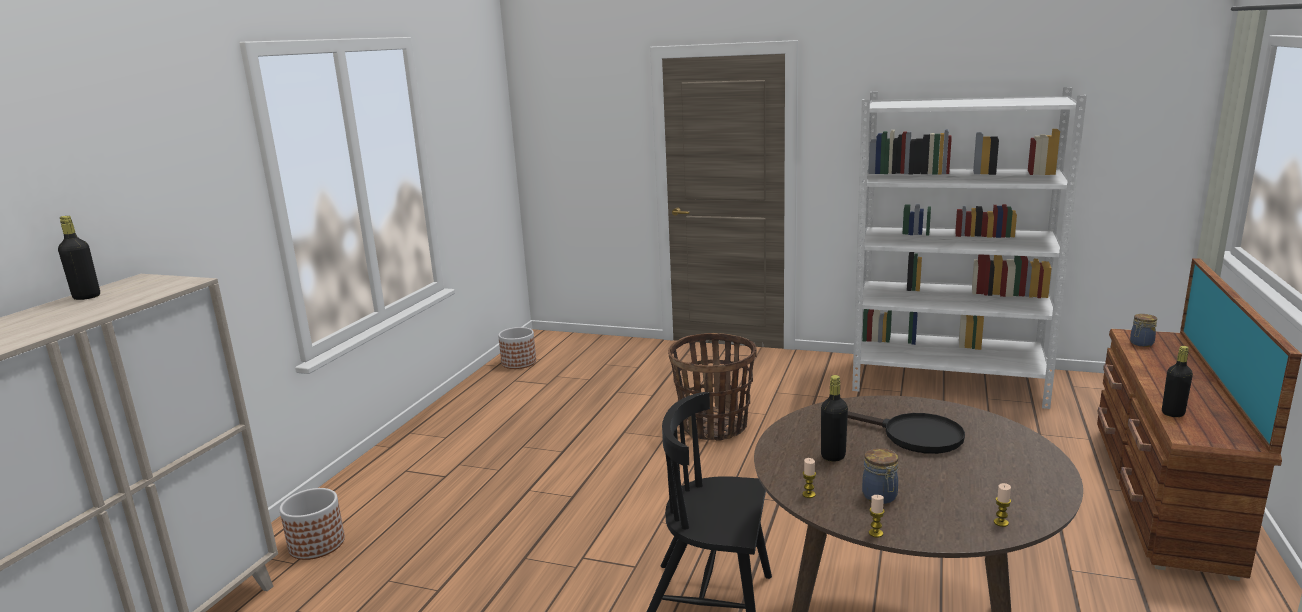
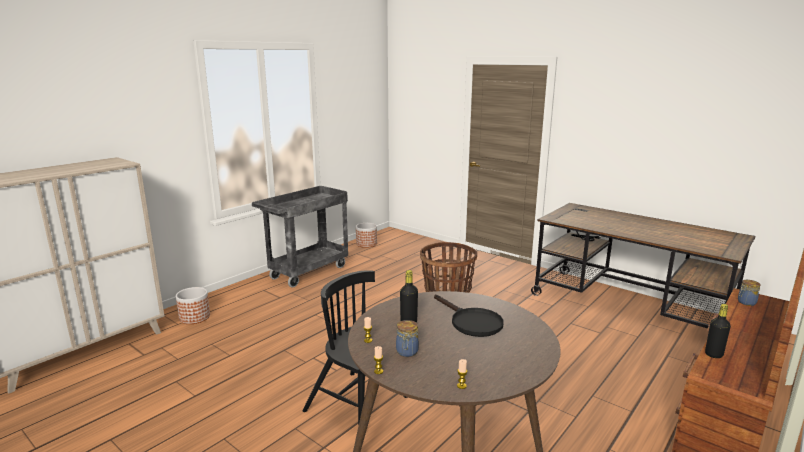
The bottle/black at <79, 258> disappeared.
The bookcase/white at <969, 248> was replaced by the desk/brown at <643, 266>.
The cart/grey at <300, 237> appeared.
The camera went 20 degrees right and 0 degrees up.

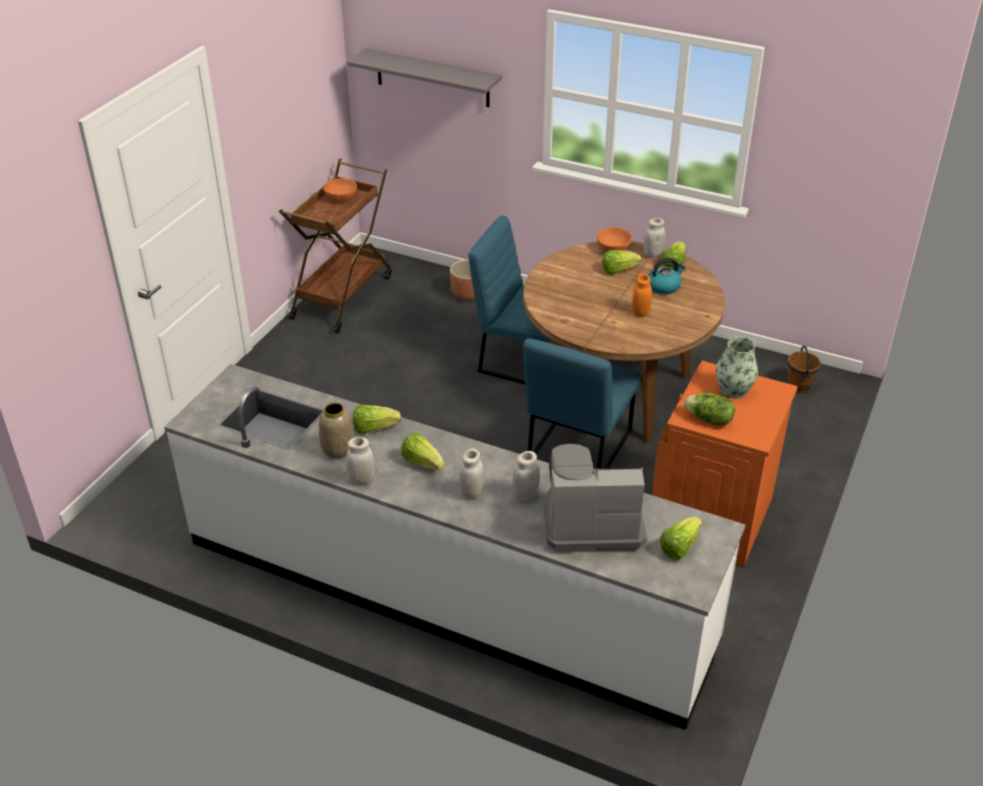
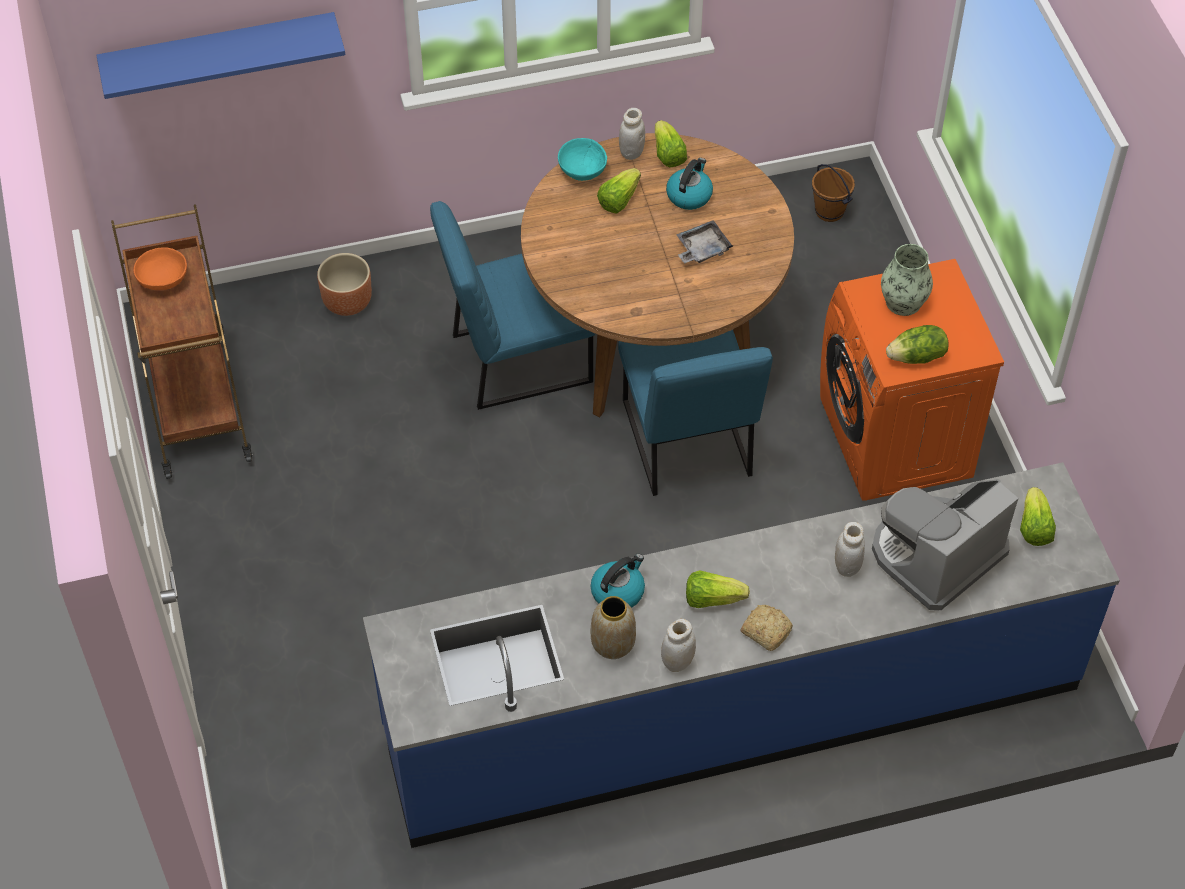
The counter/white at <455, 547> became the counter/blue at <741, 655>.
The shelf/grey at <424, 77> became the shelf/blue at <220, 55>.
The lettuce at <377, 419> was replaced by the kettle at <618, 580>.
The jar/white at <471, 474> disappeared.
The bowl/orange at <614, 239> became the bowl/turquoise at <582, 159>.
The jar/orange at <642, 295> was replaced by the tray/grey at <704, 242>.
The bread at <767, 628> appeared.
The camera went 40 degrees left and 15 degrees up.

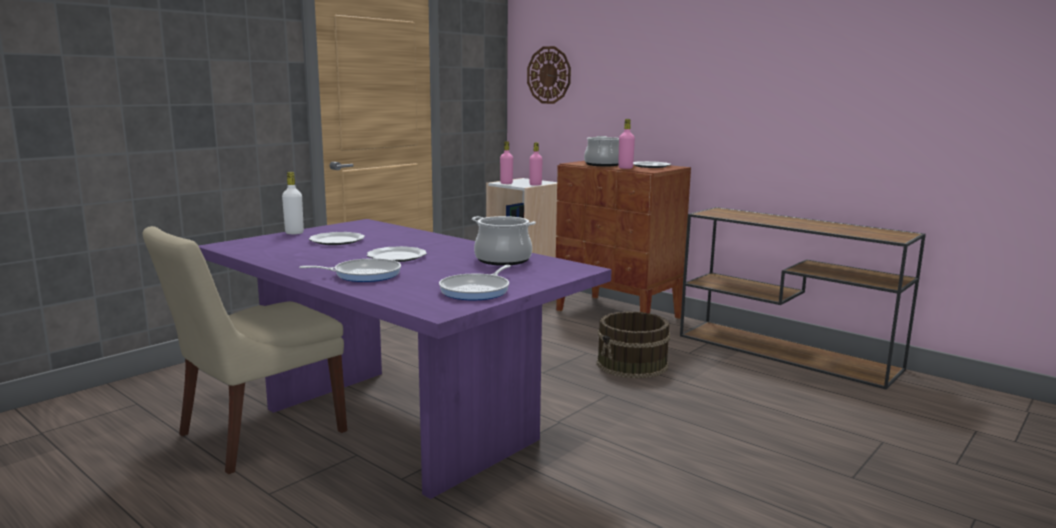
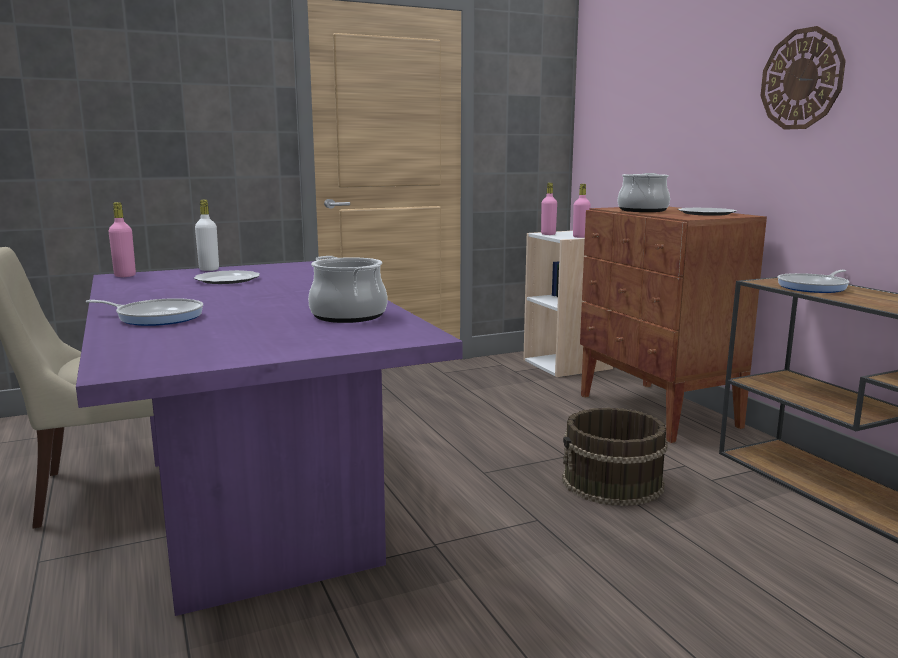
The plate at <397, 254> disappeared.
The frying pan moved from <475, 282> to <813, 281>.
The wall clock moved from <549, 75> to <803, 78>.
The bottle/pink moved from <626, 144> to <122, 239>.
The camera went 25 degrees right and 0 degrees up.

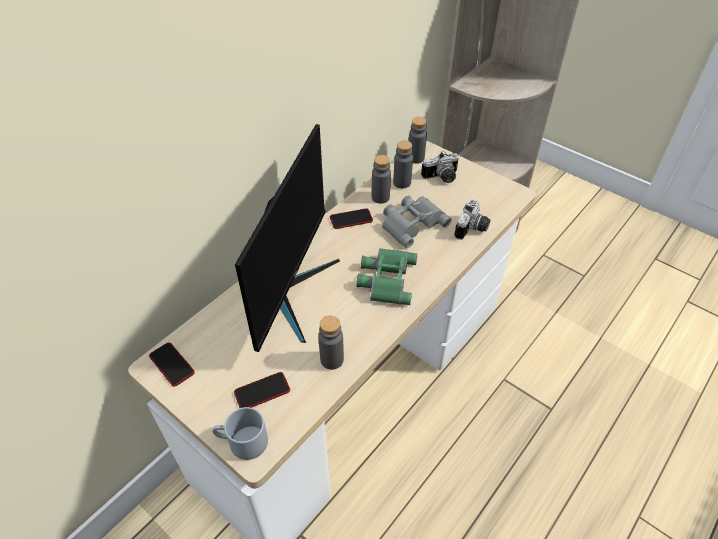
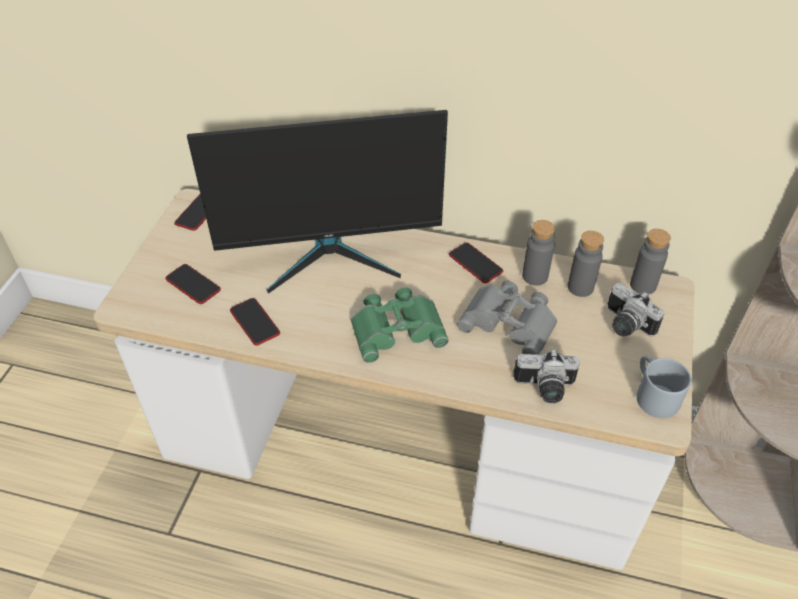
The mug/grey moved from <240, 433> to <663, 386>.
The bottle/grey at <331, 343> was replaced by the phone at <255, 322>.
The camera went 65 degrees right and 0 degrees up.

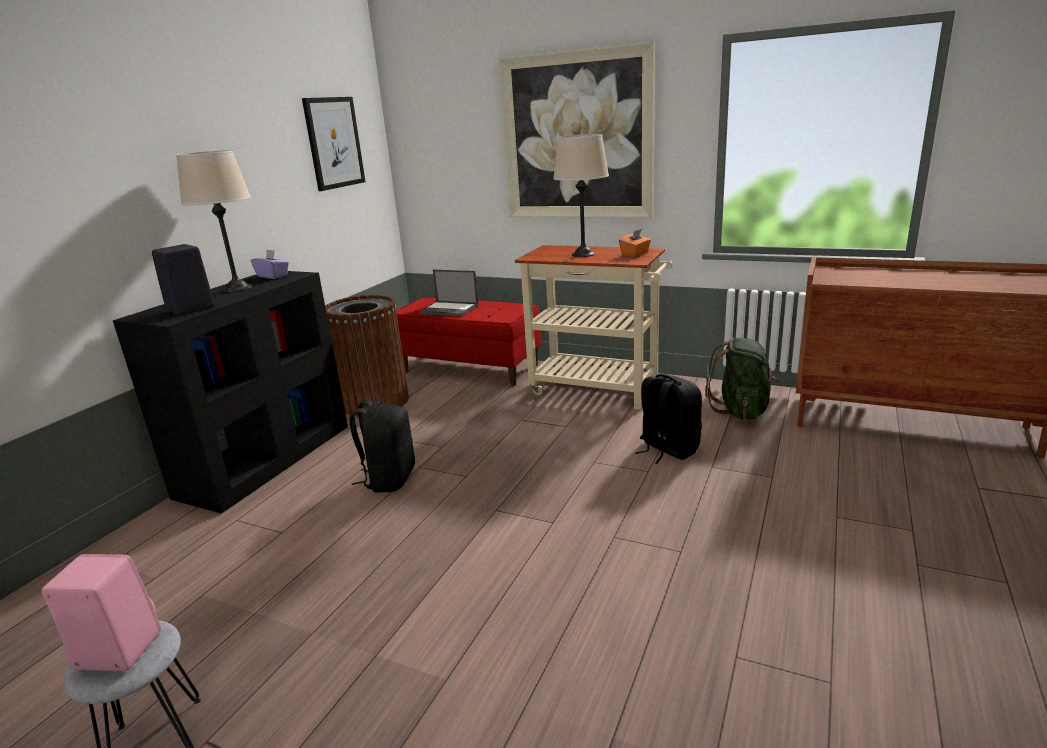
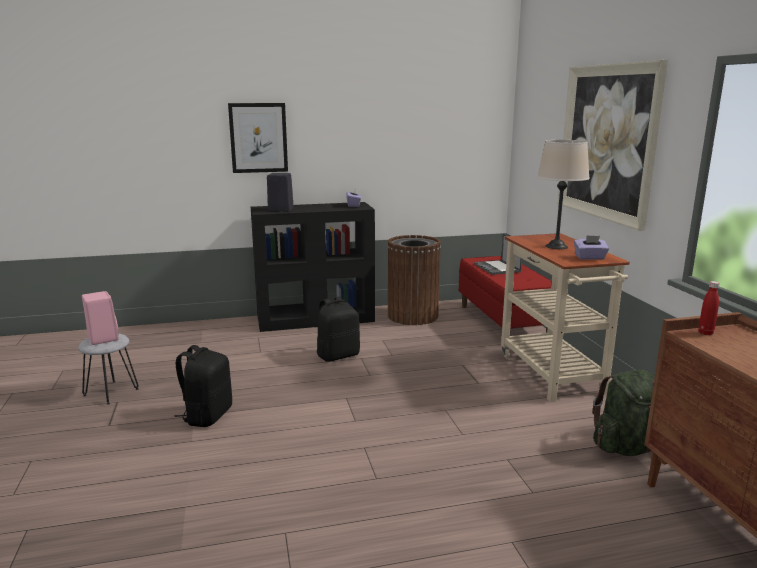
The table lamp/beige at <214, 221> disappeared.
The picture moved from <333, 144> to <258, 138>.
The tissue box/orange at <635, 243> became the tissue box/purple at <591, 247>.
The backpack/black moved from <668, 419> to <203, 386>.
The bottle/red at <708, 308> appeared.
The camera went 50 degrees right and 5 degrees down.

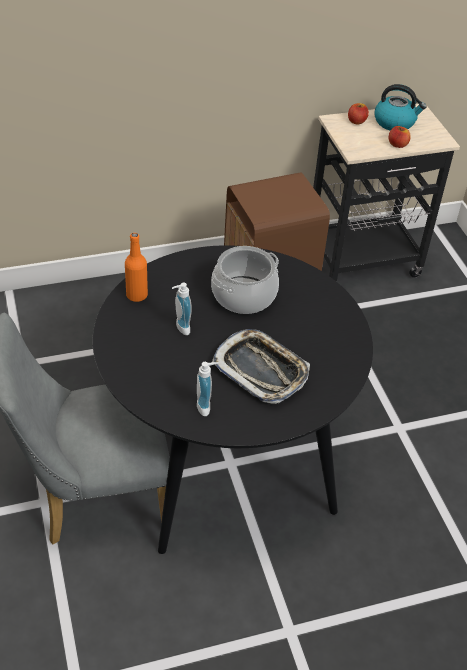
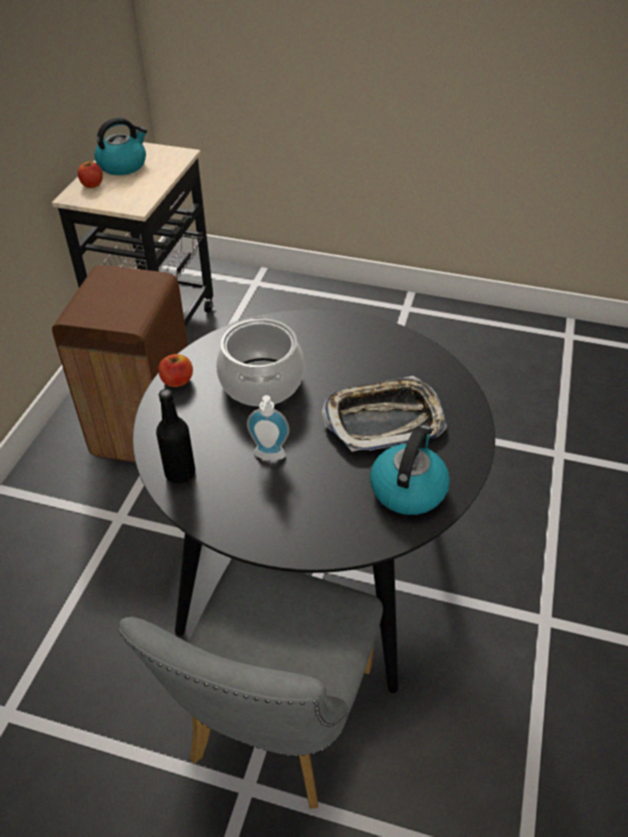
The bottle/orange at <136, 267> became the bottle/black at <175, 436>.
The soap dispenser at <208, 389> was replaced by the kettle at <410, 470>.
The apple moved from <400, 137> to <175, 370>.
The camera went 55 degrees left and 0 degrees up.

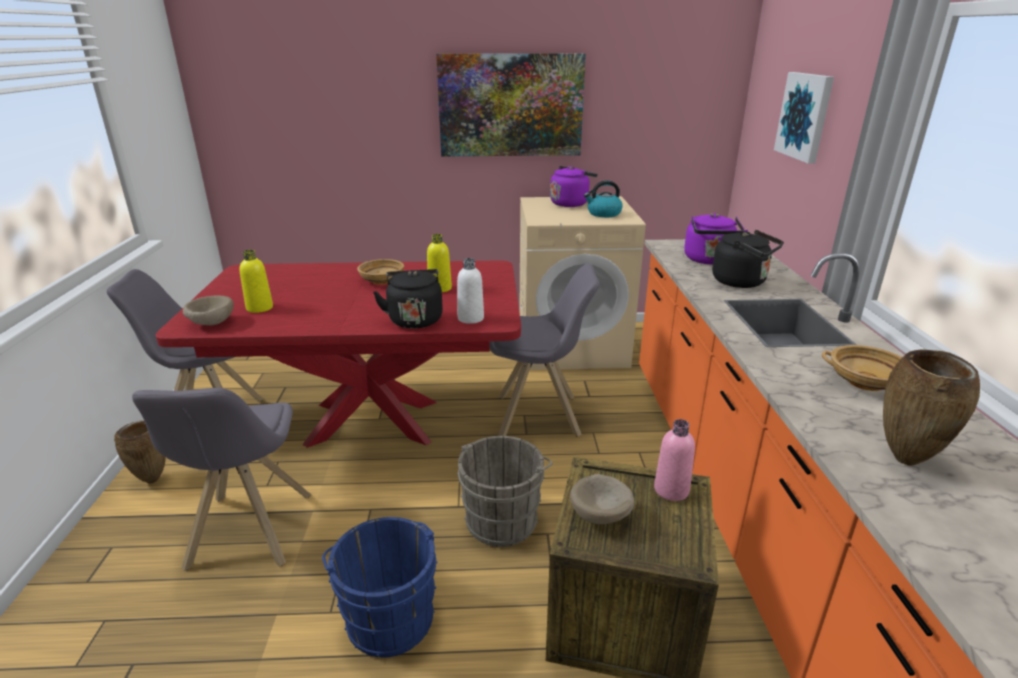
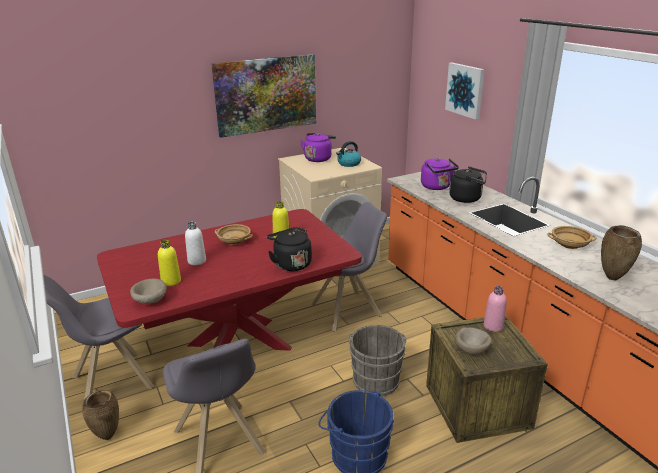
The bottle/white moved from <470, 291> to <195, 243>.
The camera went 25 degrees left and 0 degrees up.

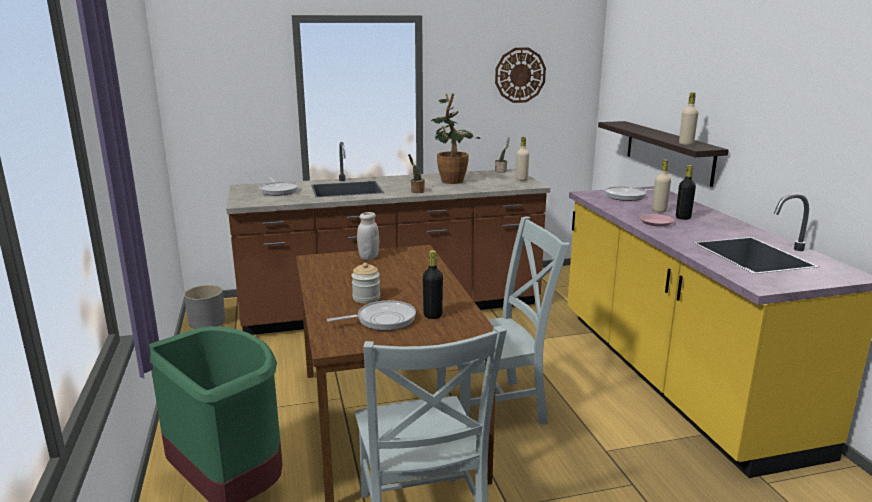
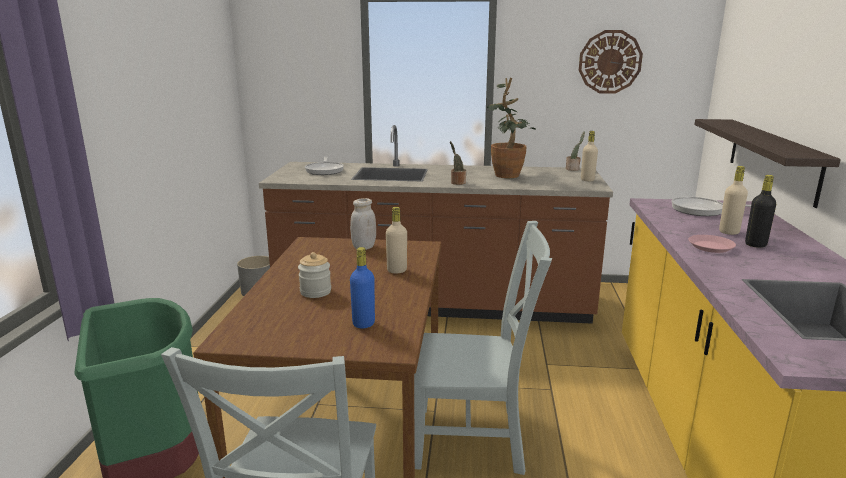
The frying pan at <371, 315> disappeared.
The bottle/black at <433, 284> became the bottle/blue at <362, 287>.
The bottle/beige moved from <688, 118> to <396, 240>.
The camera went 20 degrees right and 0 degrees up.

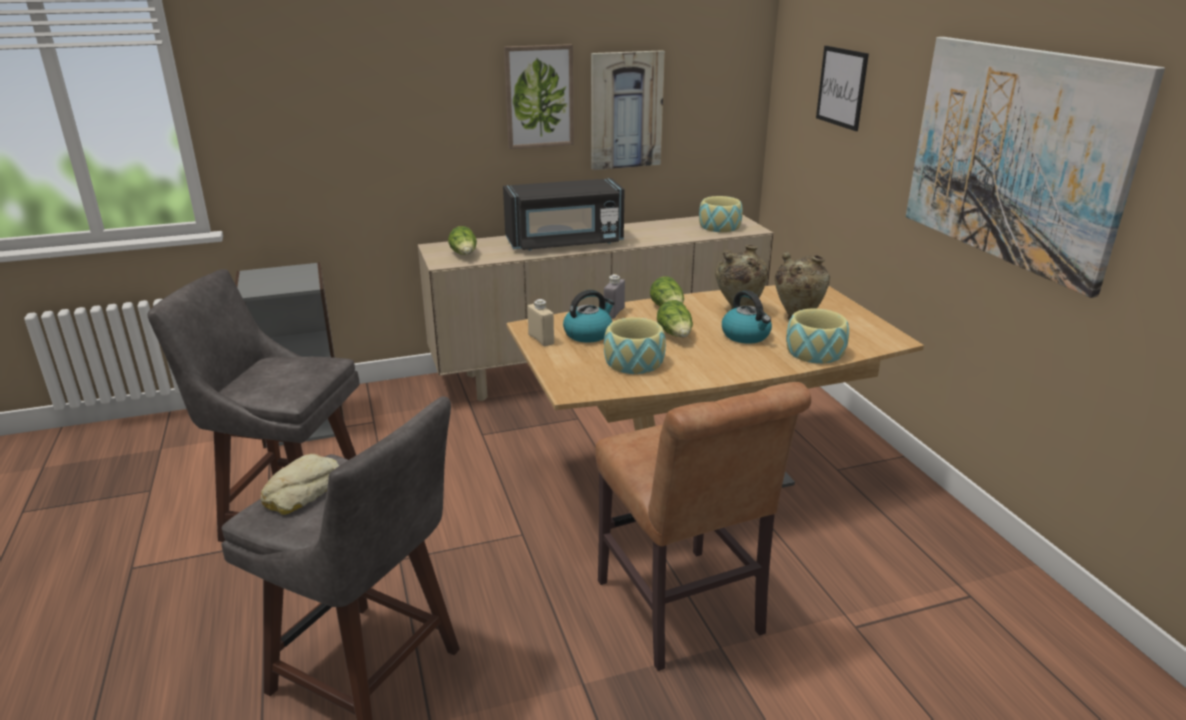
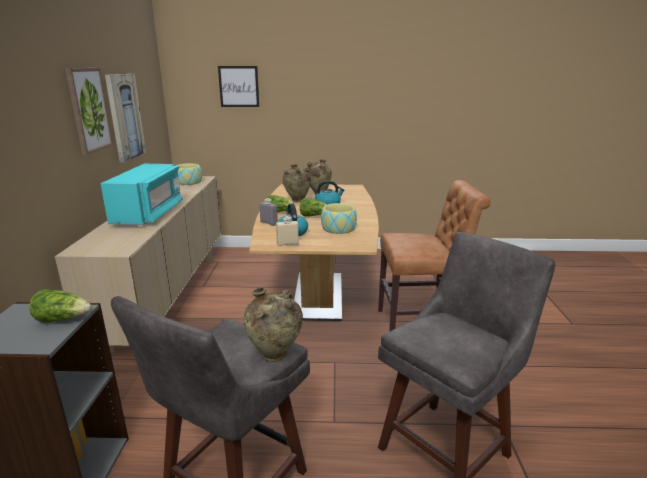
The bread at <299, 484> disappeared.
The lettuce moved from <462, 240> to <60, 305>.
The microwave/black at <564, 214> became the microwave/turquoise at <141, 194>.
The bowl at <817, 336> disappeared.
The picture at <1035, 167> disappeared.
The vase/beige at <273, 324> appeared.
The camera went 70 degrees left and 5 degrees down.

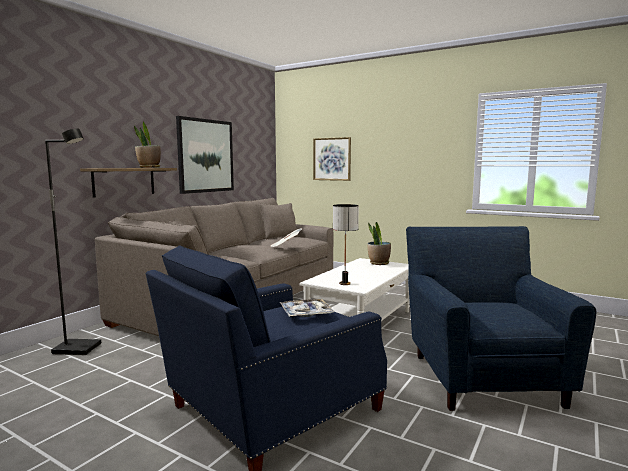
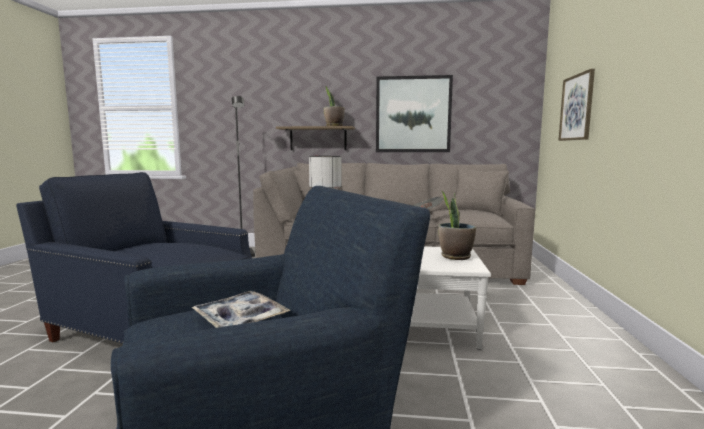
The tray moved from <307, 308> to <241, 309>.
The camera went 65 degrees right and 0 degrees up.

